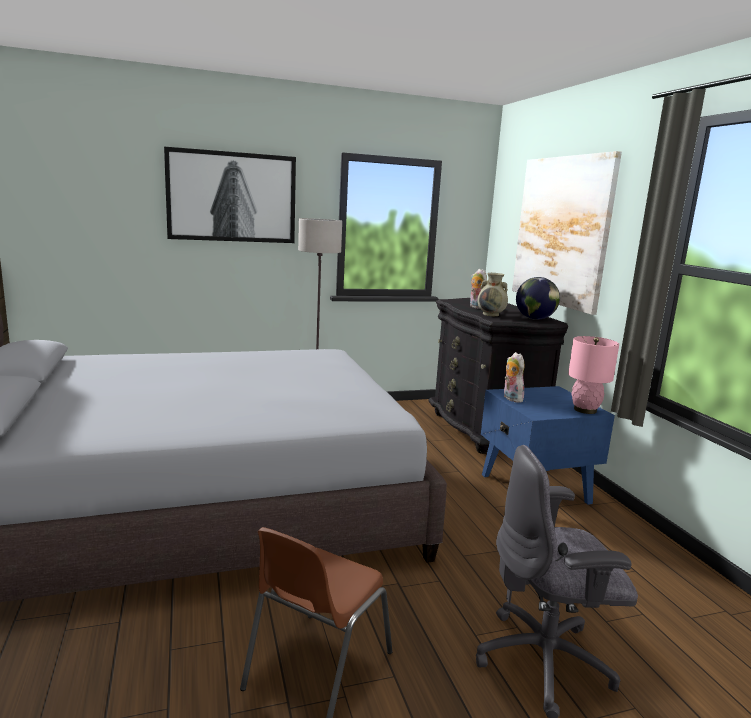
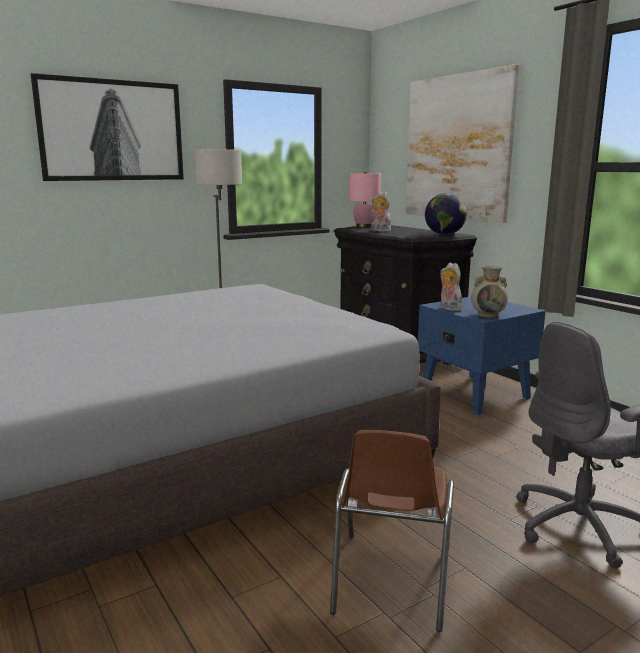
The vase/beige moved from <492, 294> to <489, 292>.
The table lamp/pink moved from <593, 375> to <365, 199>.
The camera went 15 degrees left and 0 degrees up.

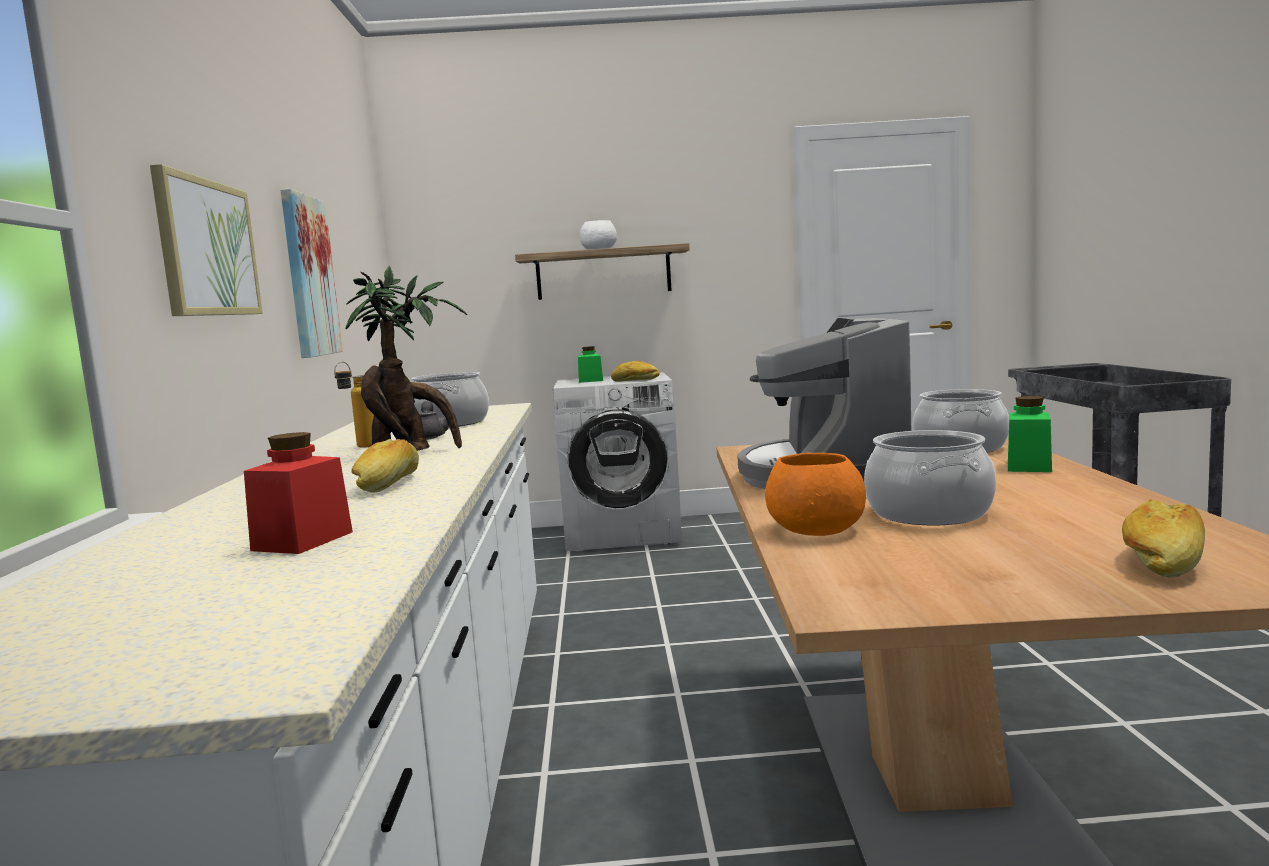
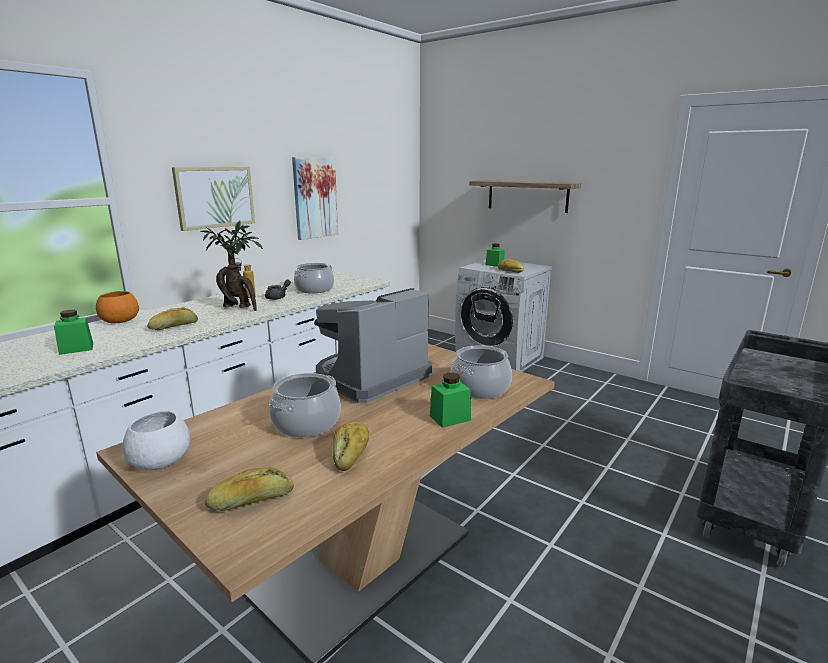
The jar/red at <298, 493> became the jar/green at <73, 332>.
The bowl/white moved from <598, 235> to <156, 440>.
The bowl/orange moved from <815, 494> to <117, 307>.
The bread at <351, 446> appeared.
The camera went 40 degrees right and 10 degrees up.

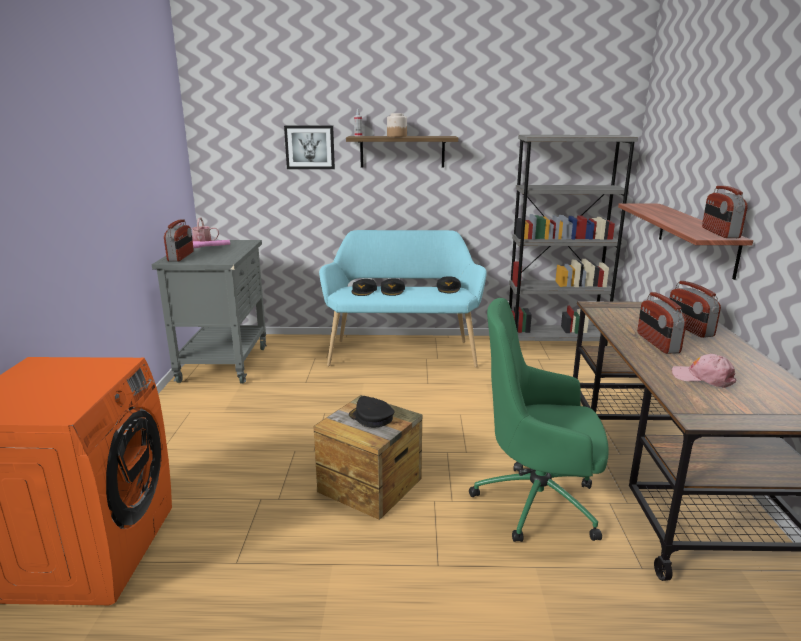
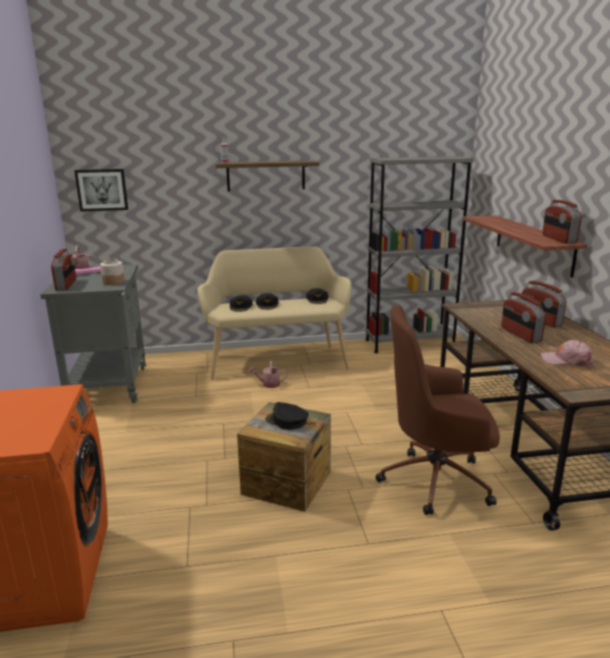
The picture moved from <309, 147> to <101, 190>.
The bench/turquoise at <403, 298> became the bench/beige at <274, 313>.
The jar moved from <397, 125> to <112, 272>.
The office chair/green at <539, 420> became the office chair/brown at <438, 410>.
The watering can at <268, 374> appeared.
The camera went 10 degrees left and 0 degrees up.

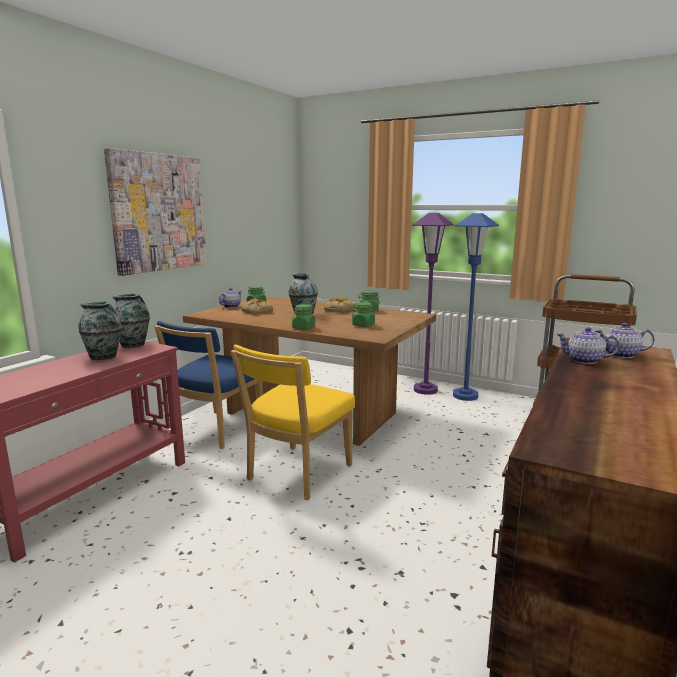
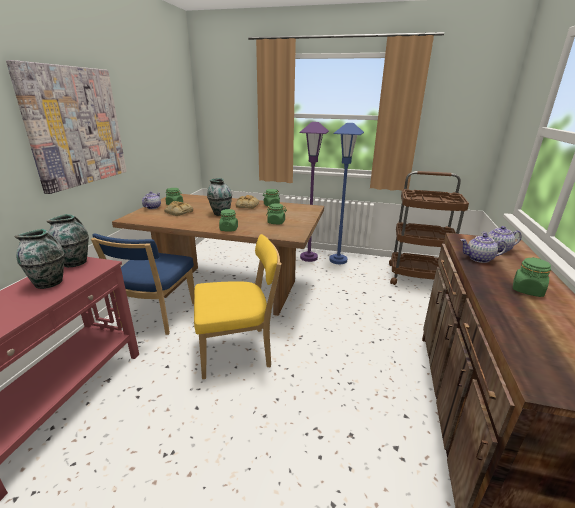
The chair/yellow at <293, 422> turned 120 degrees counterclockwise.
The jar/green at <532, 277> appeared.
The camera went 15 degrees left and 10 degrees up.

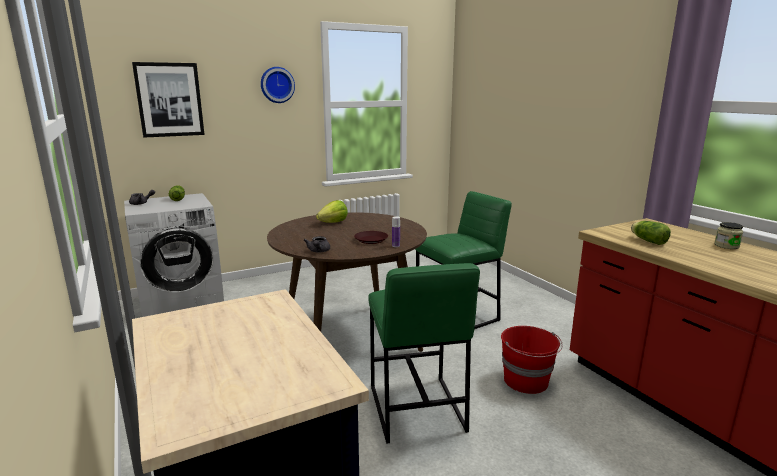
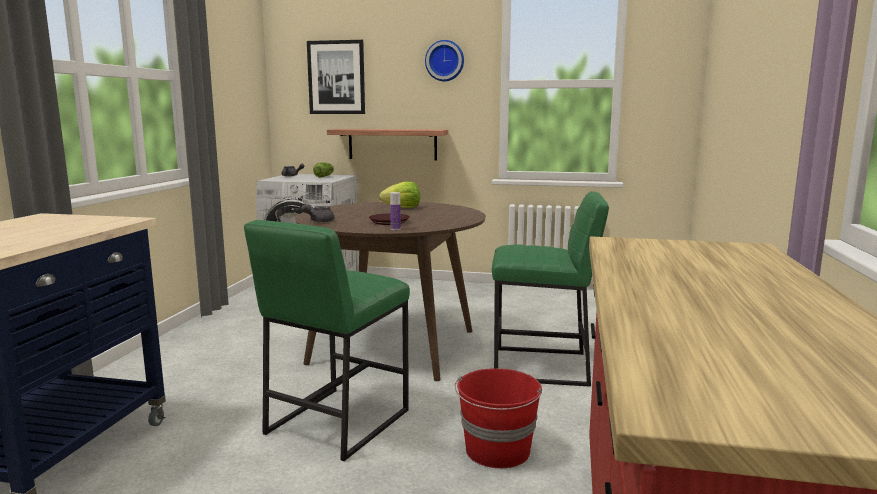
The lettuce at <651, 233> disappeared.
The jar at <728, 235> disappeared.
The shelf at <387, 145> appeared.
The camera went 40 degrees right and 5 degrees down.

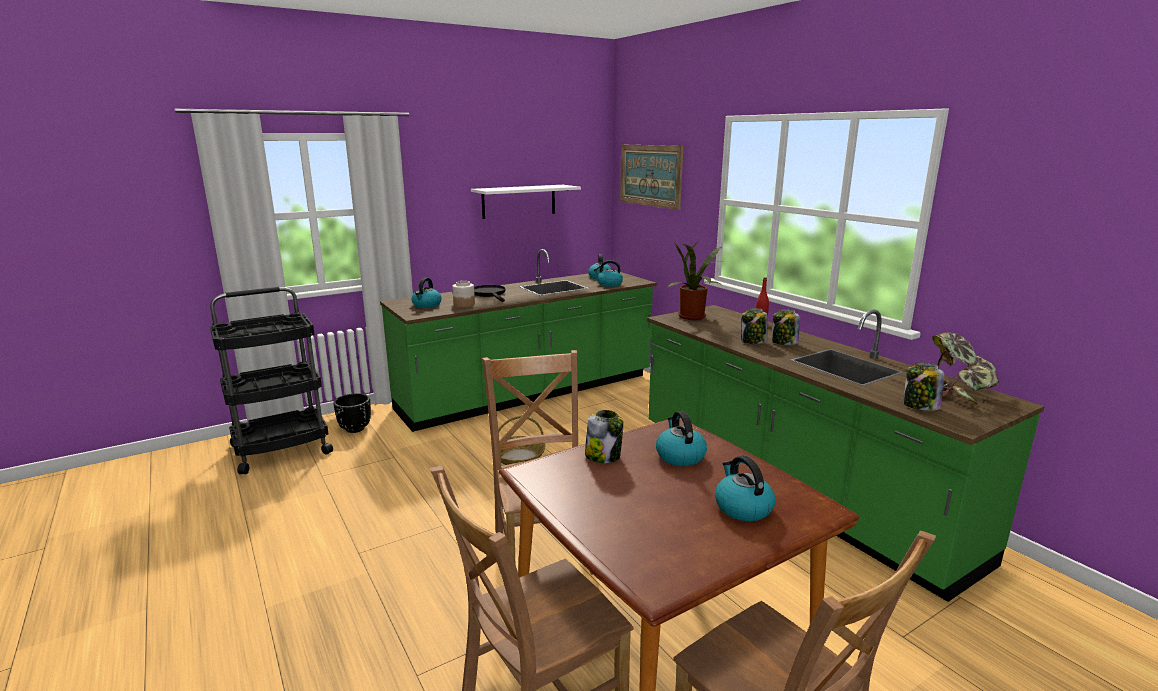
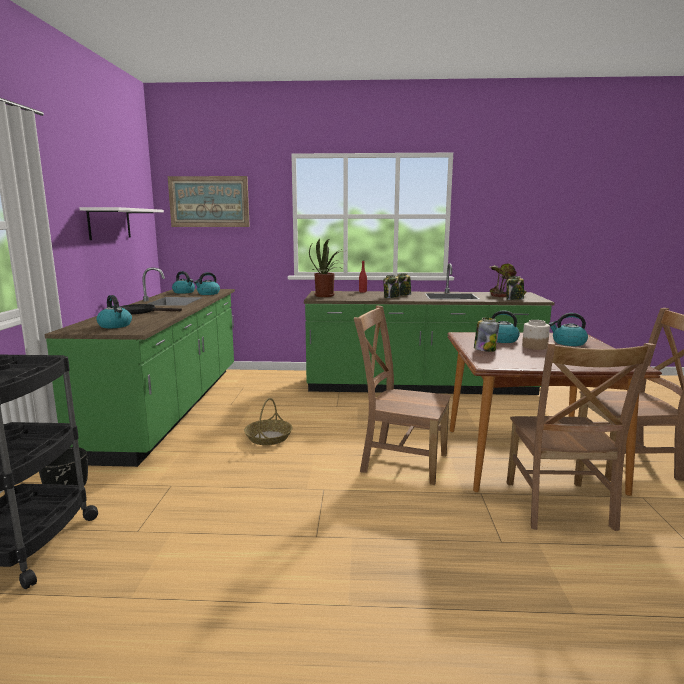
The jar moved from <463, 294> to <536, 335>.
The camera went 55 degrees left and 5 degrees down.

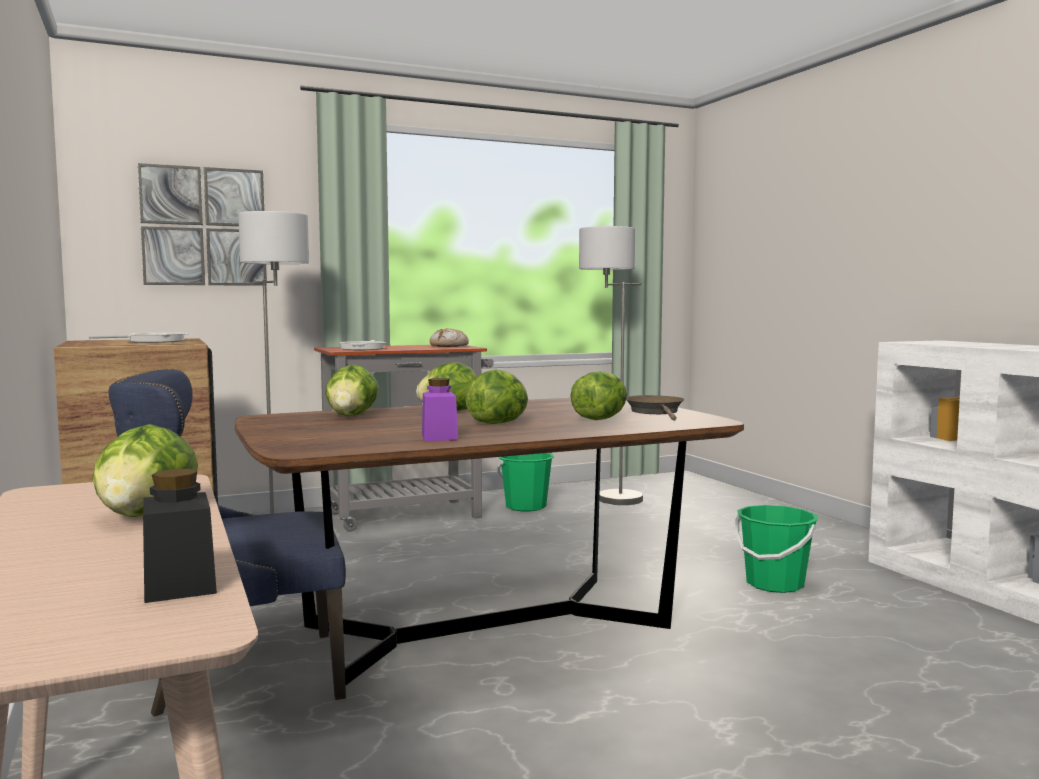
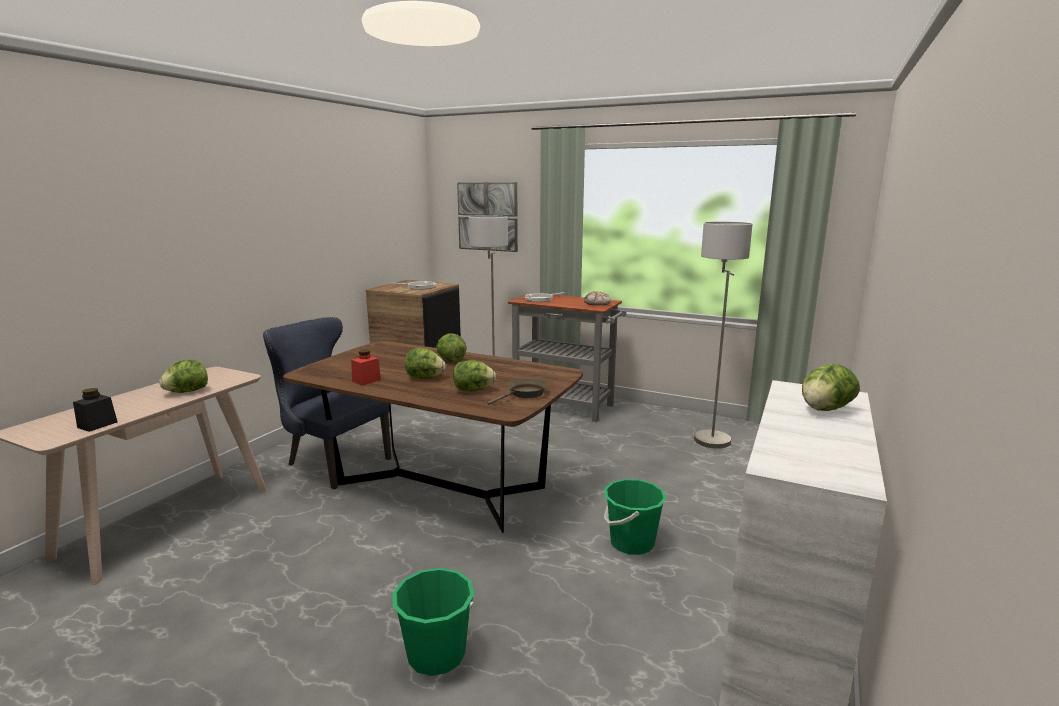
The lettuce moved from <352, 390> to <831, 387>.
The jar/purple at <440, 409> became the jar/red at <366, 368>.
The bucket/green moved from <525, 482> to <434, 622>.
The camera went 50 degrees right and 10 degrees up.

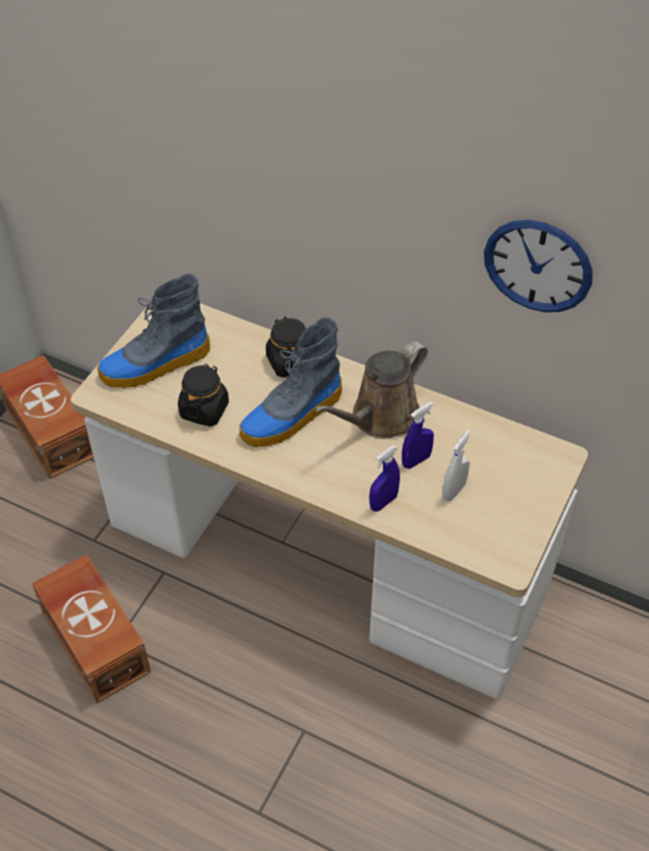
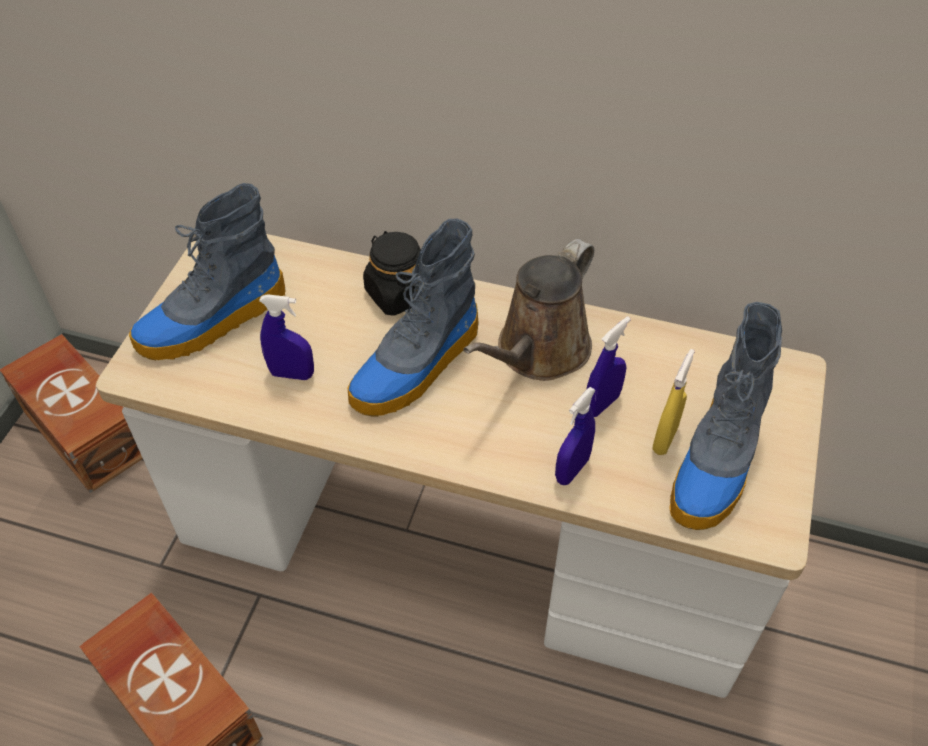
The jar/black at <203, 395> was replaced by the spray bottle/blue at <286, 337>.
The spray bottle/white at <457, 465> became the spray bottle/yellow at <673, 402>.
The wall clock at <538, 266> disappeared.
The boot at <726, 416> appeared.
The camera went 10 degrees left and 0 degrees up.

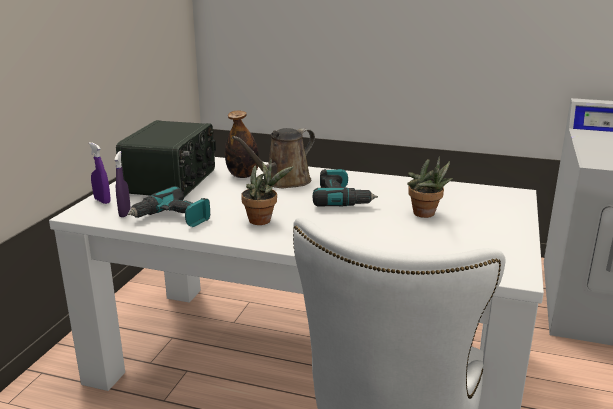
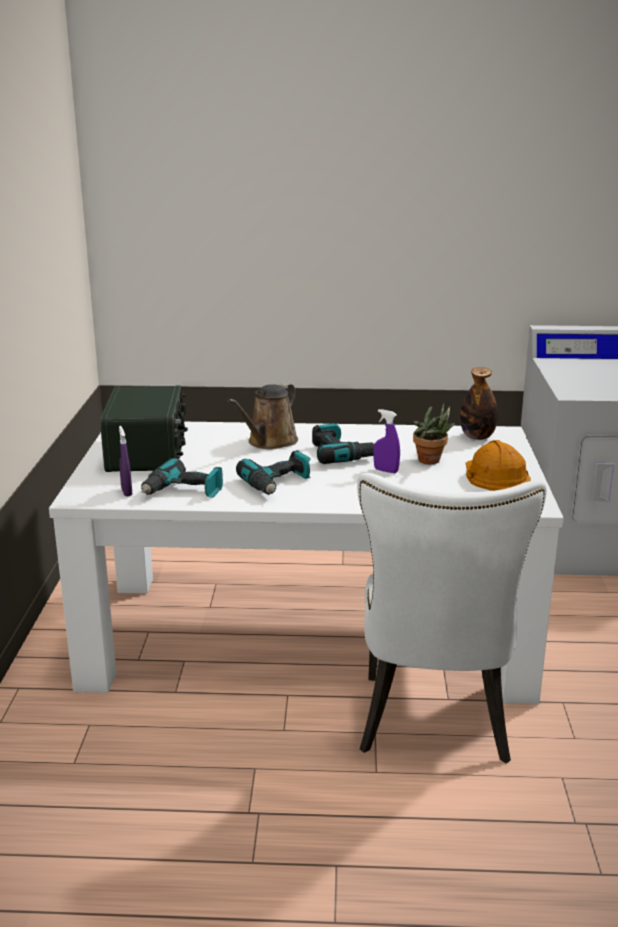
The spray bottle/purple moved from <99, 173> to <386, 441>.
The bottle moved from <242, 144> to <479, 403>.
The potted plant at <267, 192> was replaced by the power drill at <273, 472>.
The hard hat/orange at <498, 465> appeared.
The camera went 15 degrees left and 0 degrees up.

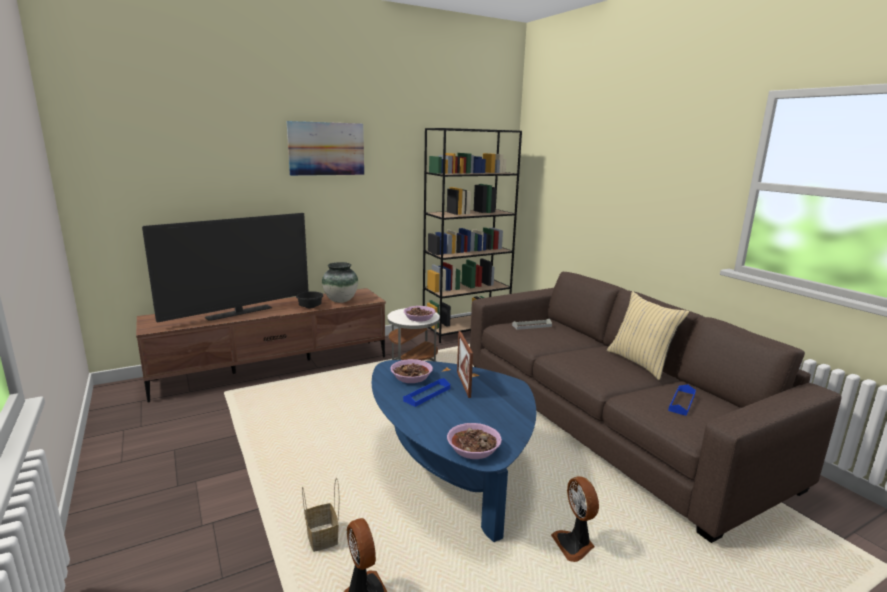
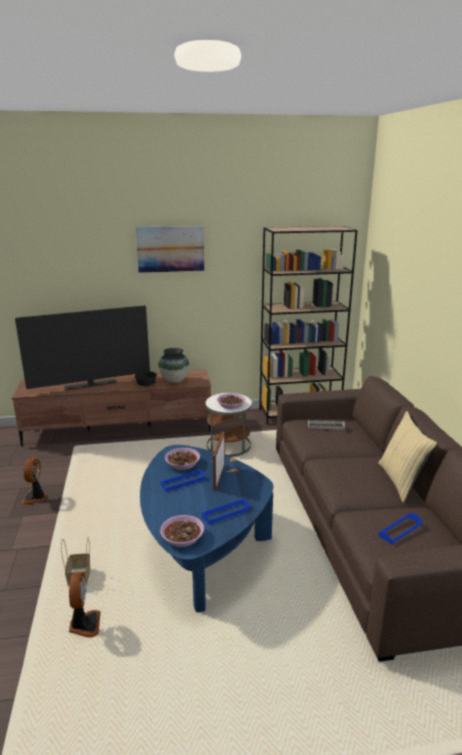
The fan moved from <575, 519> to <34, 481>.
The tray/blue at <226, 511> appeared.
The camera went 20 degrees right and 5 degrees up.

